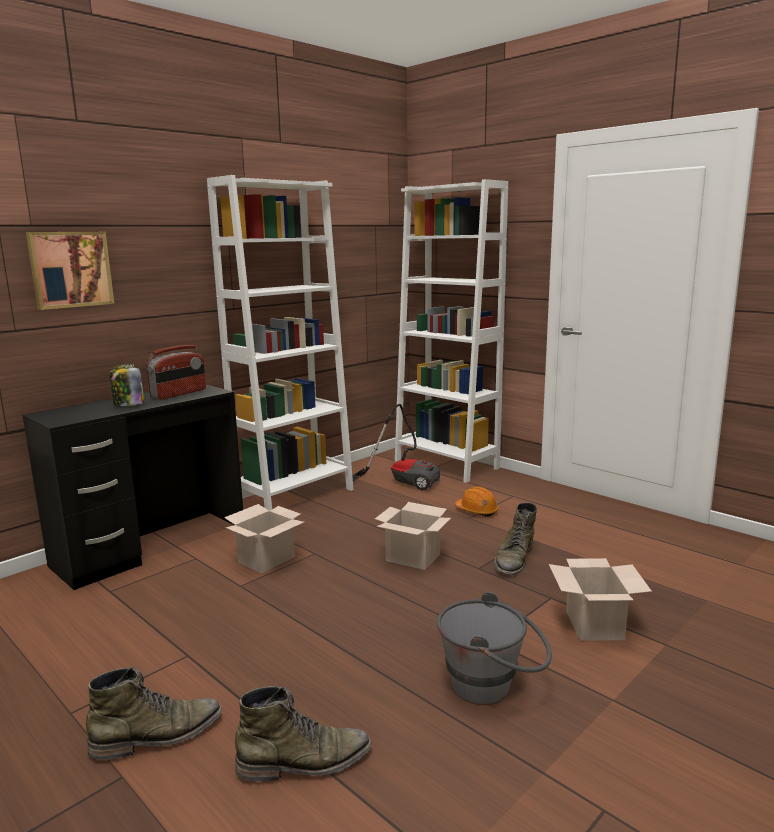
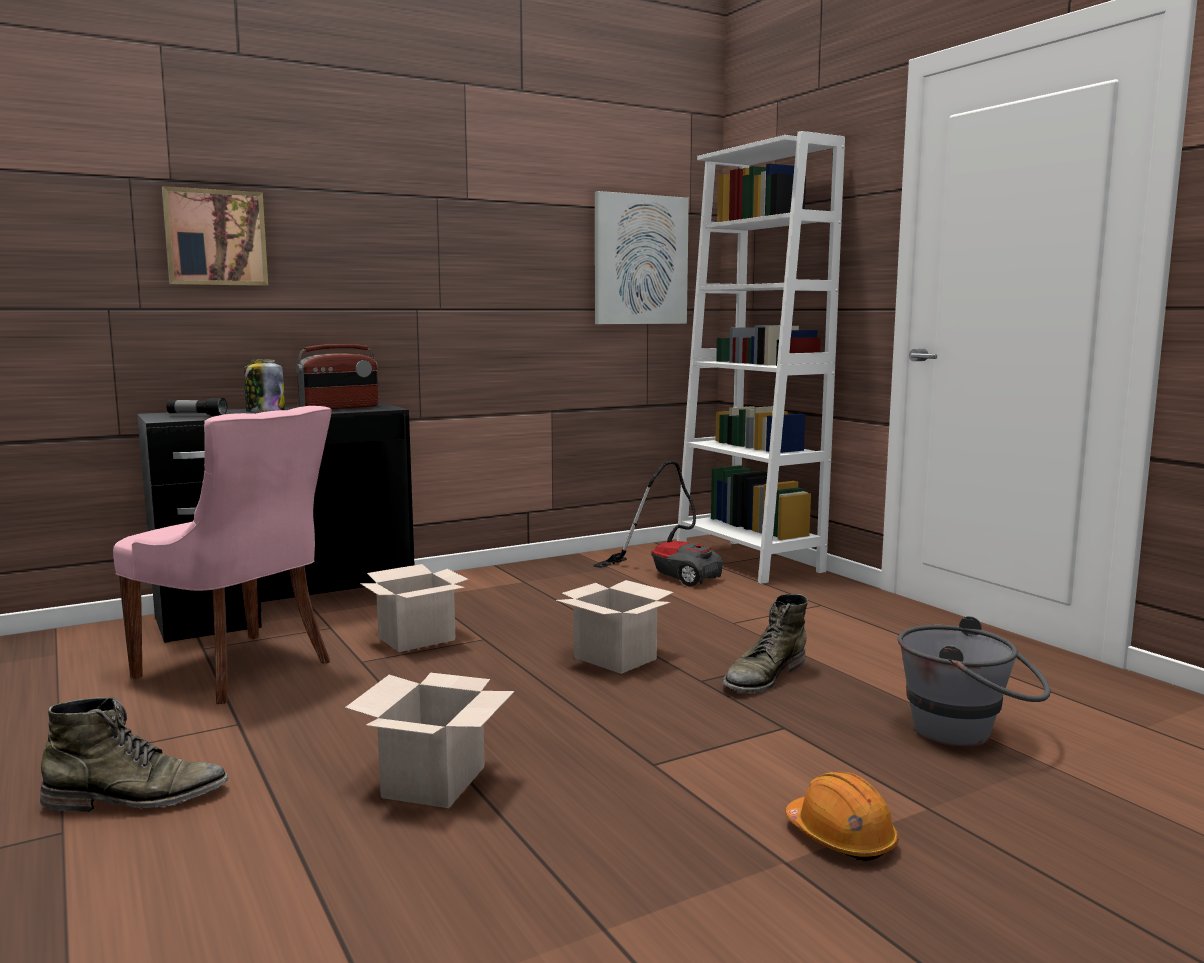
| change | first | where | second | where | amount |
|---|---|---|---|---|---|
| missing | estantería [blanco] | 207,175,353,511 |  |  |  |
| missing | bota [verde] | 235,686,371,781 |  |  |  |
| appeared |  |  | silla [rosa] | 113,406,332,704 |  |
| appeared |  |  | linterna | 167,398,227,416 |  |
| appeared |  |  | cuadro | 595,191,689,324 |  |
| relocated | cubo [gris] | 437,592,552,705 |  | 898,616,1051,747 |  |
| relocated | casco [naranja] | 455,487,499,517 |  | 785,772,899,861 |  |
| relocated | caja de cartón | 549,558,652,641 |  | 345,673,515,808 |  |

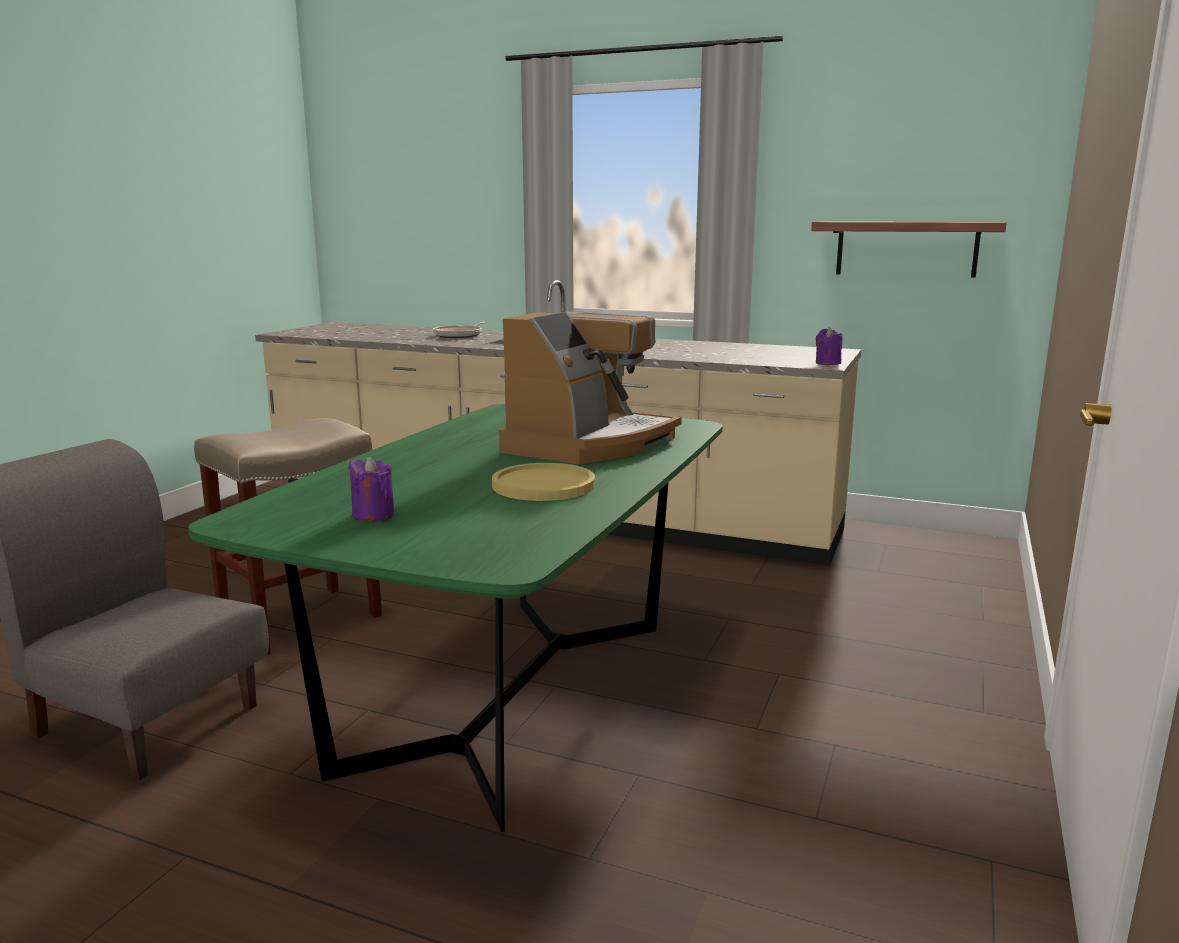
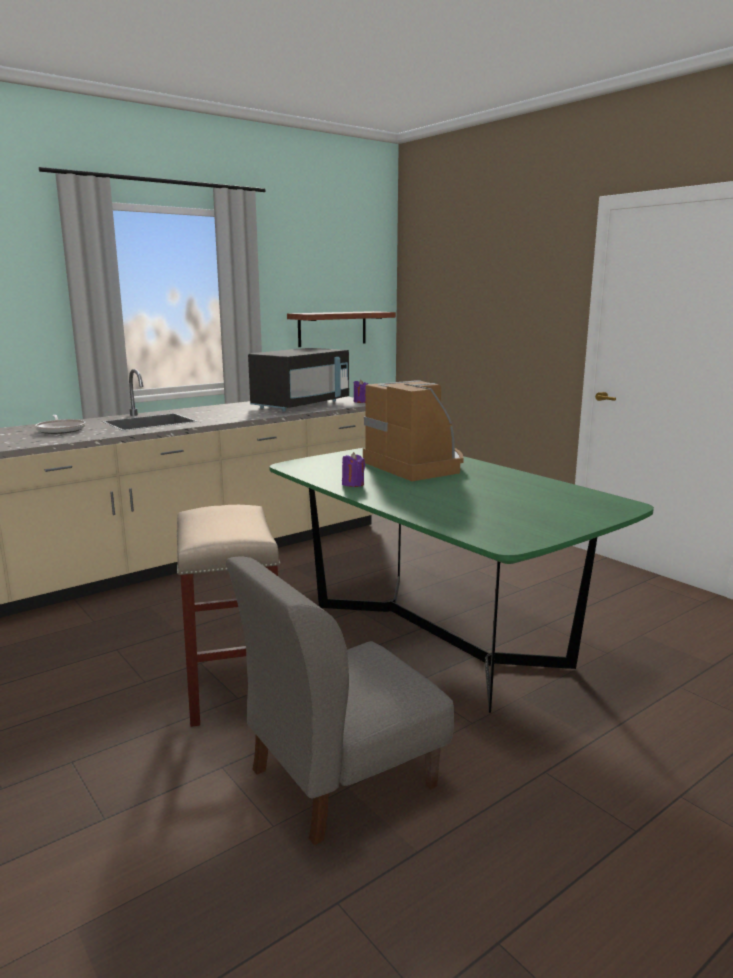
| change | first | where | second | where | amount |
|---|---|---|---|---|---|
| missing | plato [amarillo] | 492,463,595,501 |  |  |  |
| appeared |  |  | microondas [negro] | 248,348,349,412 |  |
| relocated | vela [morado] | 348,457,394,522 |  | 342,452,365,487 |  |

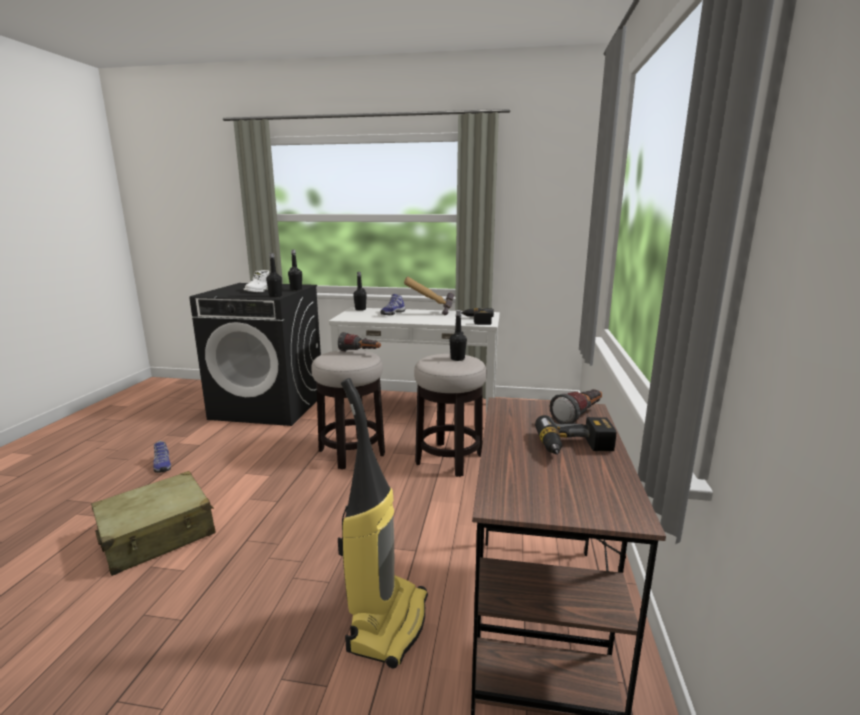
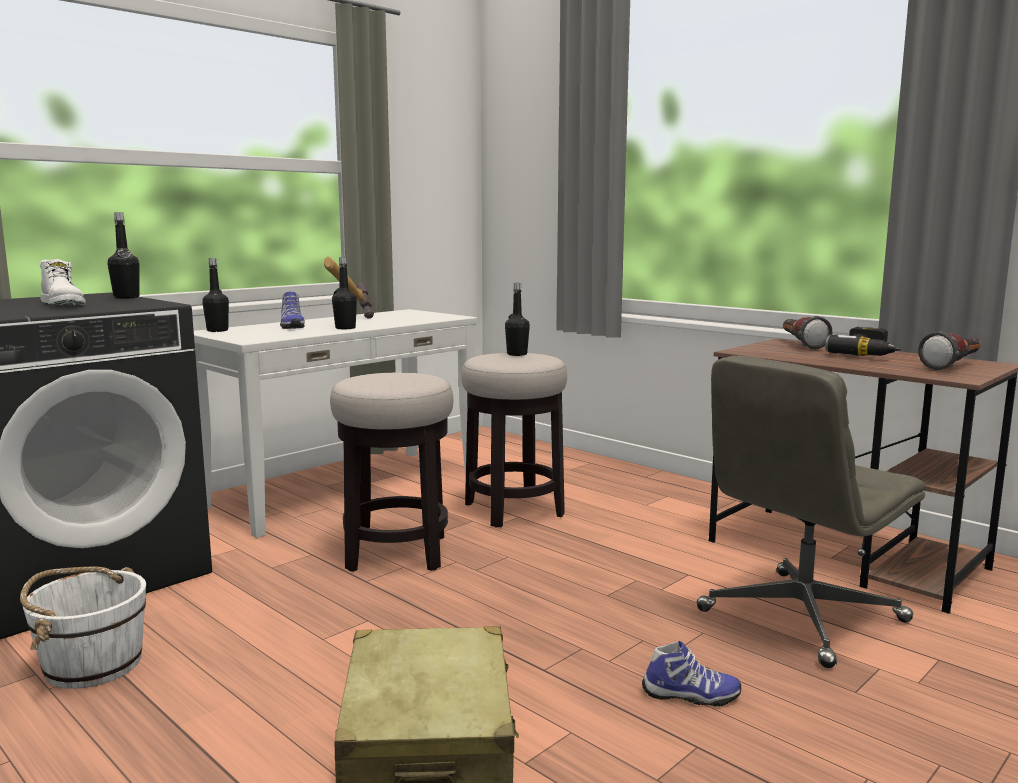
| change | first | where | second | where | amount |
|---|---|---|---|---|---|
| missing | taladro | 461,308,494,325 |  |  |  |
| appeared |  |  | cubo [blanco] | 20,567,146,689 |  |
| relocated | zapato | 153,441,171,473 |  | 642,641,741,707 |  |
| relocated | botella [negro] | 266,253,282,298 |  | 332,257,357,329 |  |
| relocated | linterna | 338,332,381,352 |  | 918,331,981,371 |  |
| exchanged | aspiradora | 338,378,428,668 | silla de oficina [gris] | 696,356,925,668 |  |

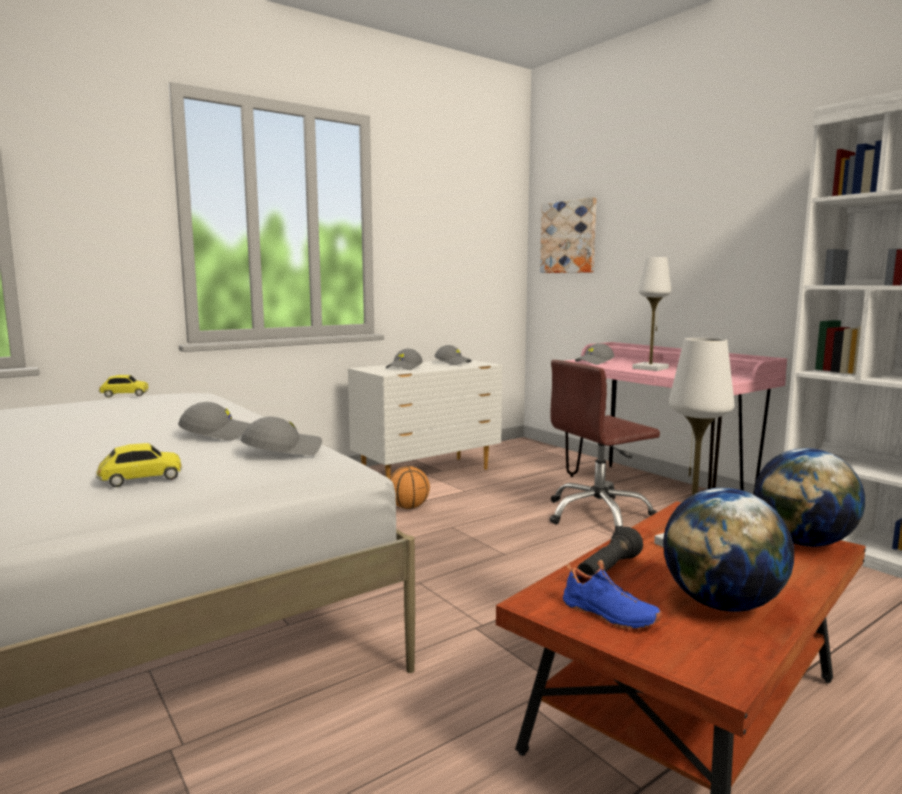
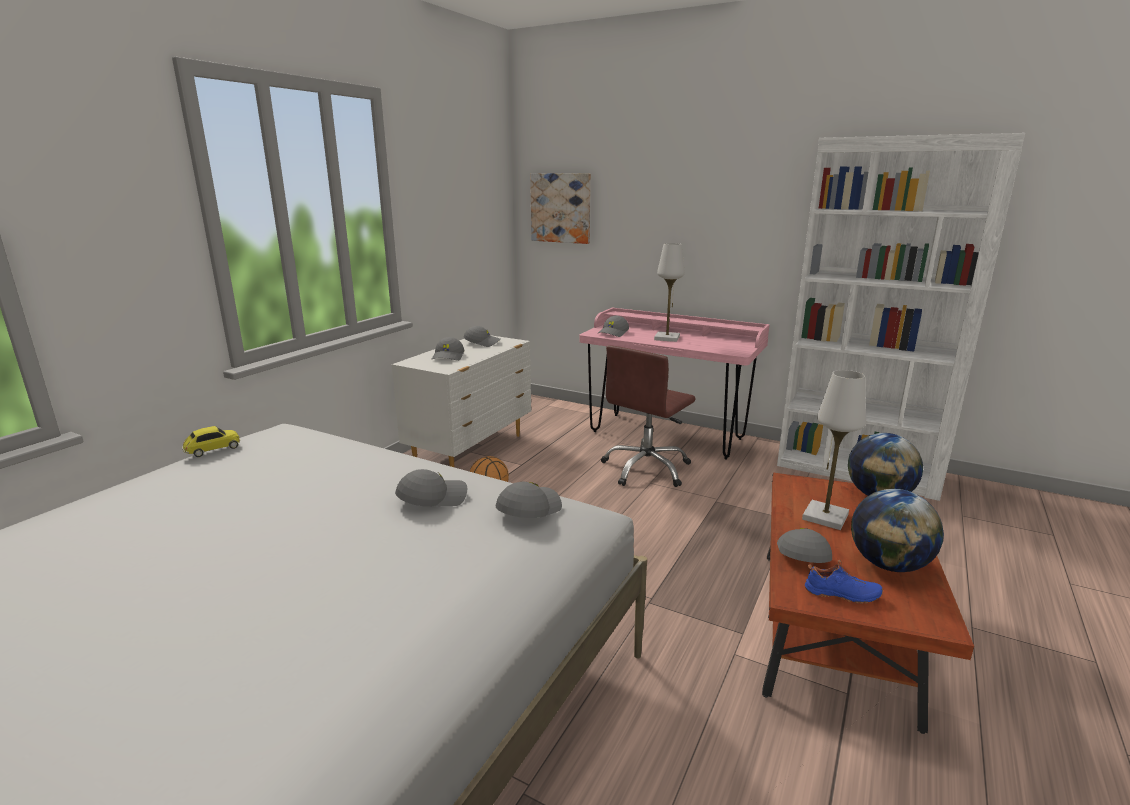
| change | first | where | second | where | amount |
|---|---|---|---|---|---|
| missing | coche de juguete | 95,443,182,487 |  |  |  |
| exchanged | linterna [negro] | 577,527,643,576 | gorra [gris] | 777,528,832,563 |  |

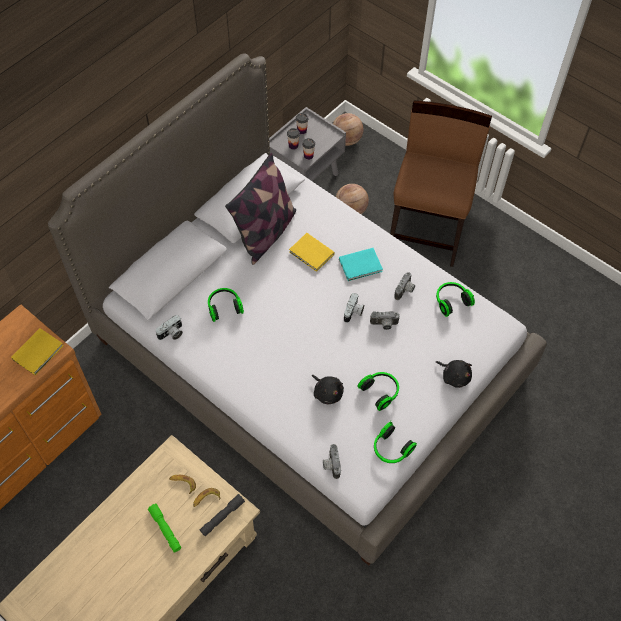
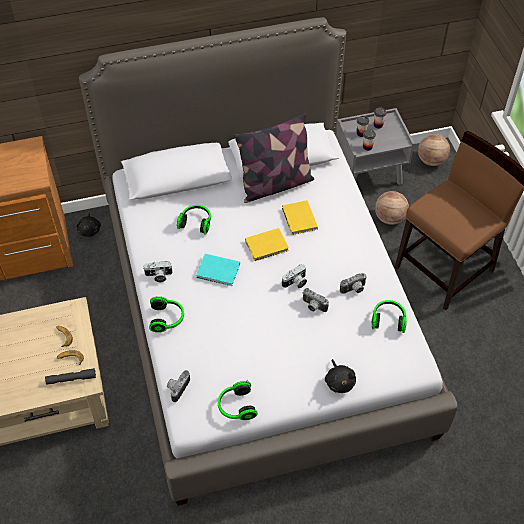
| change | first | where | second | where | amount |
|---|---|---|---|---|---|
| missing | linterna [verde] | 148,503,181,552 |  |  |  |
| relocated | libro [amarillo] | 11,328,64,375 |  | 245,228,289,261 |  |
| relocated | cámara | 156,315,183,340 |  | 143,261,173,282 |  |
| relocated | peluche [negro] | 312,374,344,405 |  | 76,213,101,237 |  |
| relocated | libro [turquesa] | 339,248,383,281 |  | 196,254,240,286 |  |
| relocated | auriculares | 357,372,399,411 |  | 149,296,184,333 |  |

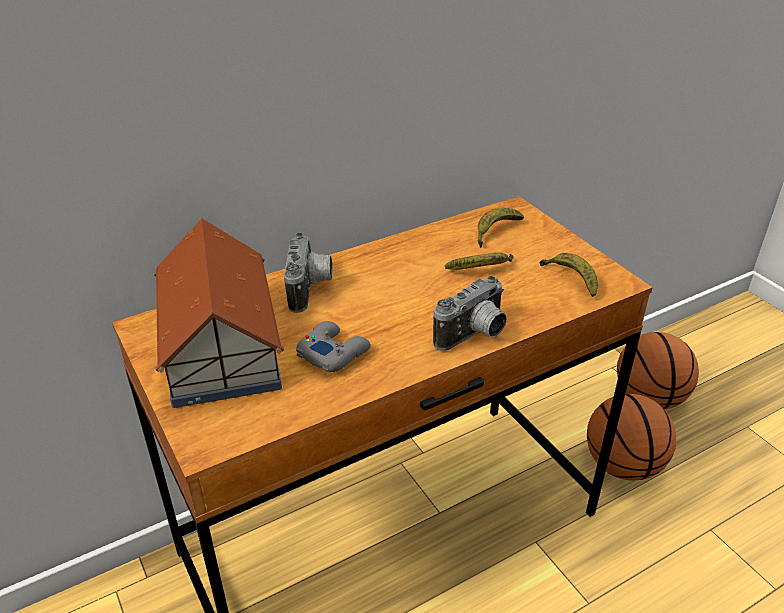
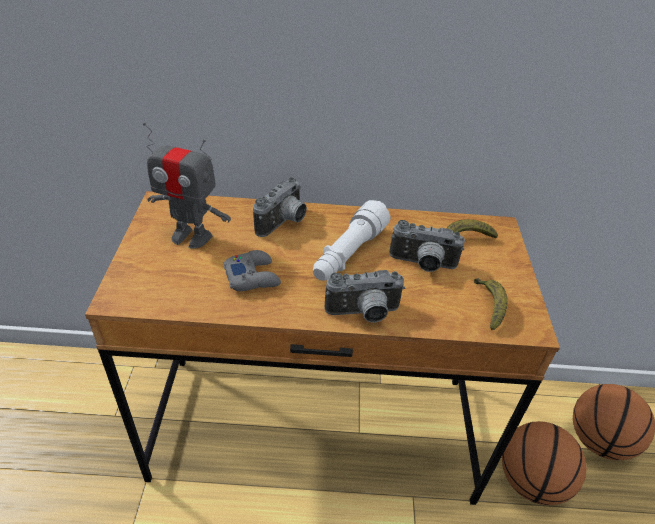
| change | first | where | second | where | amount |
|---|---|---|---|---|---|
| appeared |  |  | linterna [blanco] | 313,200,391,281 |  |
| exchanged | casita | 154,218,284,408 | robot de juguete | 143,123,231,249 |  |
| exchanged | plátano | 445,252,514,270 | cámara | 389,220,465,272 |  |

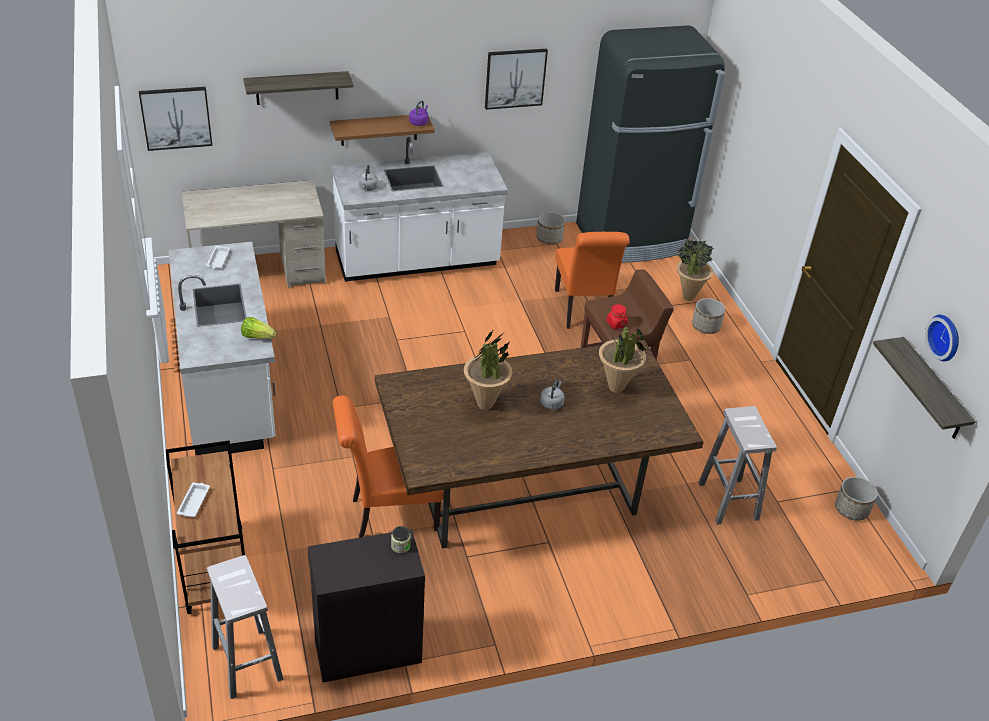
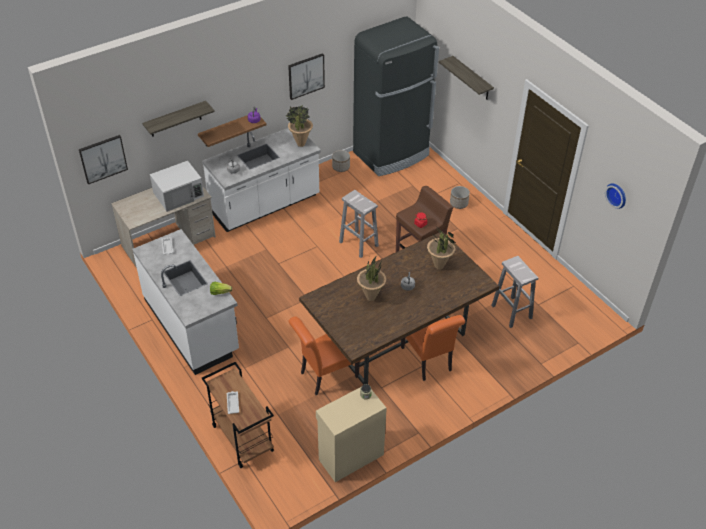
| change | first | where | second | where | amount |
|---|---|---|---|---|---|
| missing | maceta | 835,477,878,521 |  |  |  |
| appeared |  |  | microondas [blanco] | 150,161,204,212 |  |
| relocated | taburete [blanco] | 207,555,284,699 |  | 339,190,379,258 |  |
| relocated | silla [naranja] | 555,232,629,329 |  | 401,315,465,381 |  |
| relocated | planta en maceta | 677,238,714,301 |  | 286,105,313,147 |  |
| relocated | estante | 873,337,976,439 |  | 439,56,494,100 |  |
| colour | armario [negro] | 308,529,425,682 | armario [beis] | 316,387,387,482 |  |

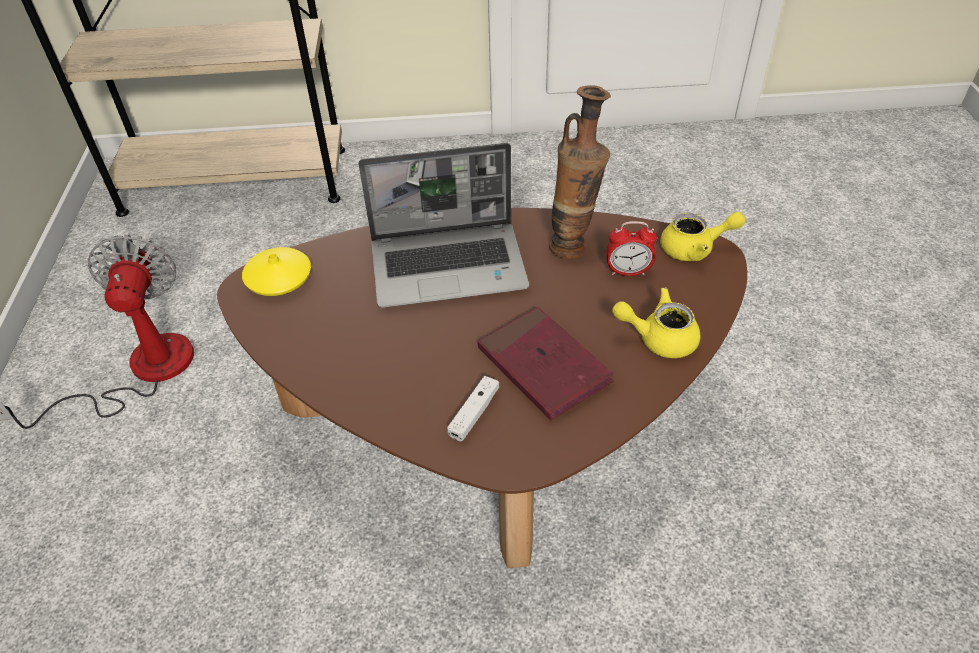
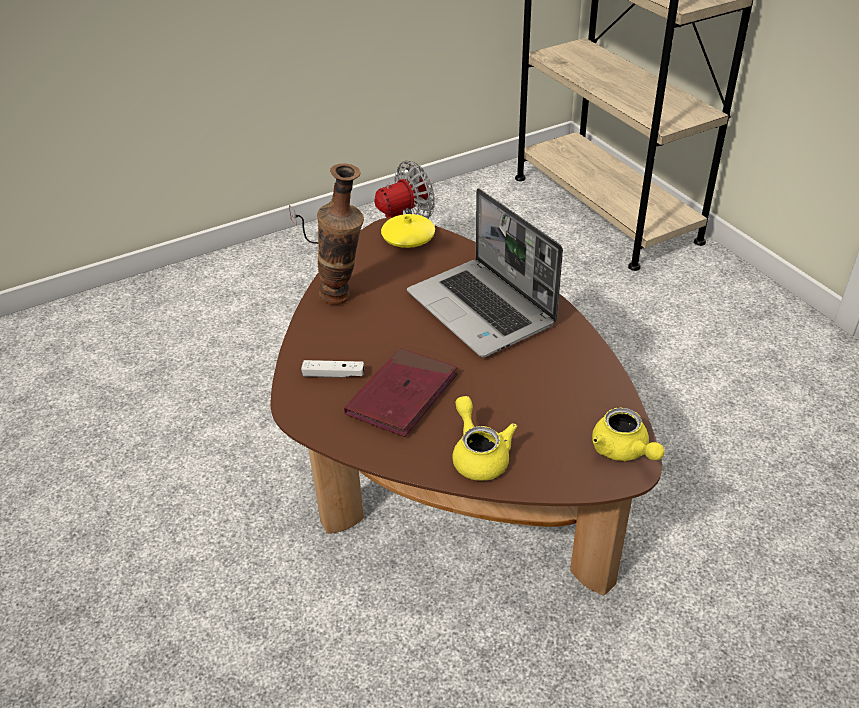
| change | first | where | second | where | amount |
|---|---|---|---|---|---|
| missing | despertador | 606,221,657,276 |  |  |  |
| relocated | florero | 549,85,611,259 |  | 317,164,364,305 |  |

